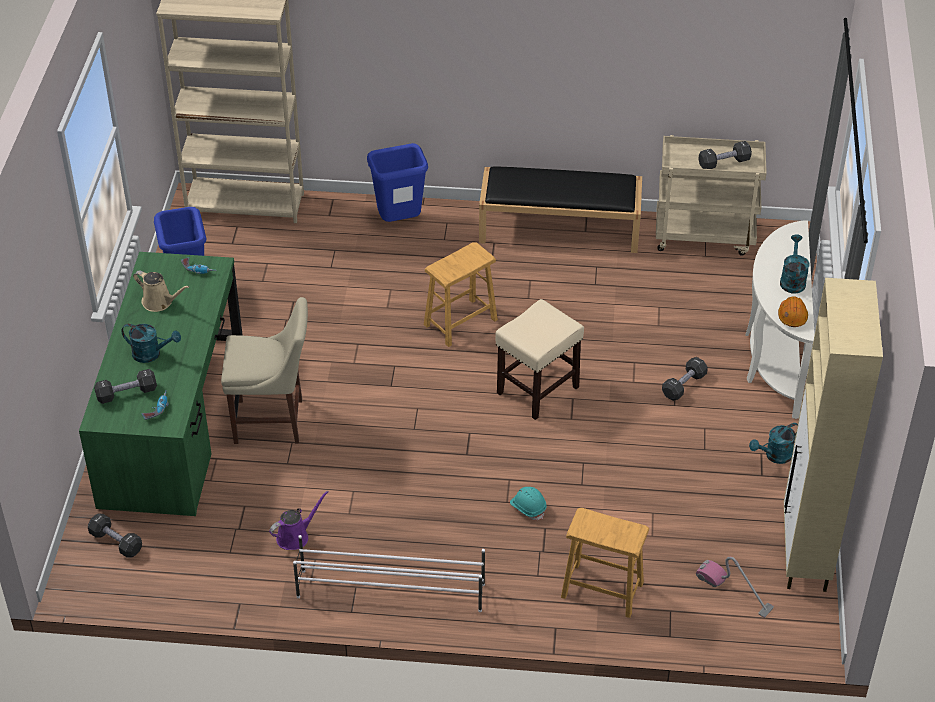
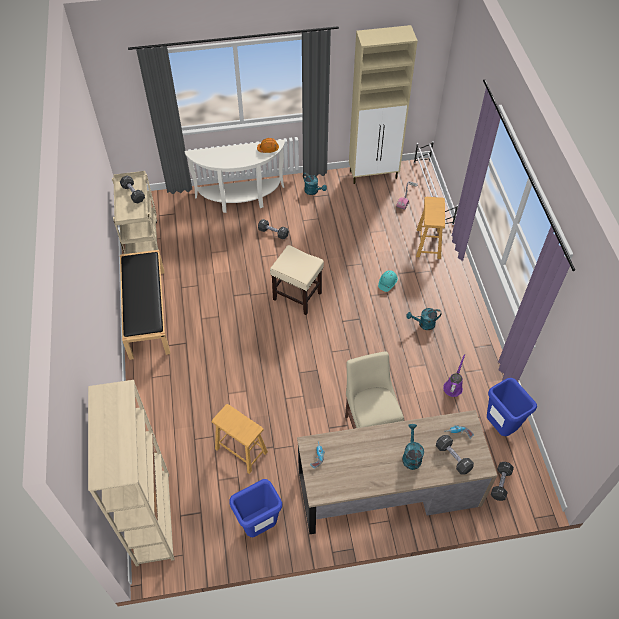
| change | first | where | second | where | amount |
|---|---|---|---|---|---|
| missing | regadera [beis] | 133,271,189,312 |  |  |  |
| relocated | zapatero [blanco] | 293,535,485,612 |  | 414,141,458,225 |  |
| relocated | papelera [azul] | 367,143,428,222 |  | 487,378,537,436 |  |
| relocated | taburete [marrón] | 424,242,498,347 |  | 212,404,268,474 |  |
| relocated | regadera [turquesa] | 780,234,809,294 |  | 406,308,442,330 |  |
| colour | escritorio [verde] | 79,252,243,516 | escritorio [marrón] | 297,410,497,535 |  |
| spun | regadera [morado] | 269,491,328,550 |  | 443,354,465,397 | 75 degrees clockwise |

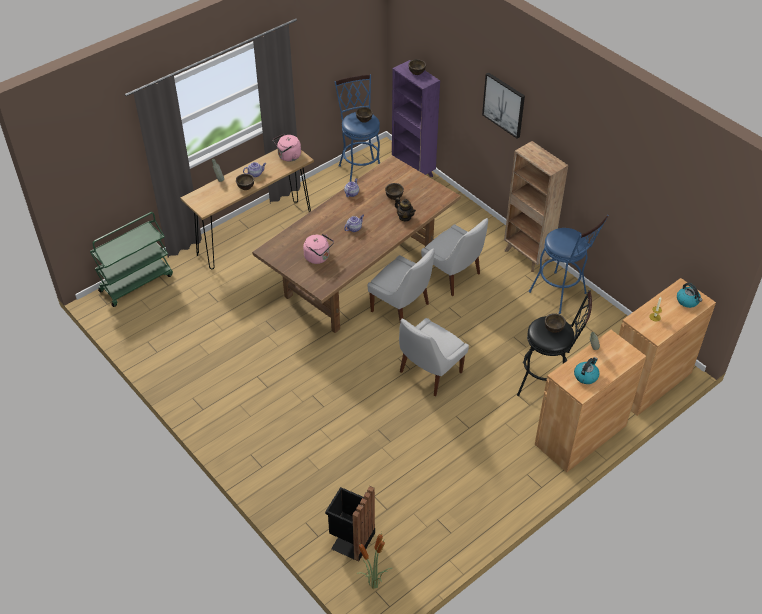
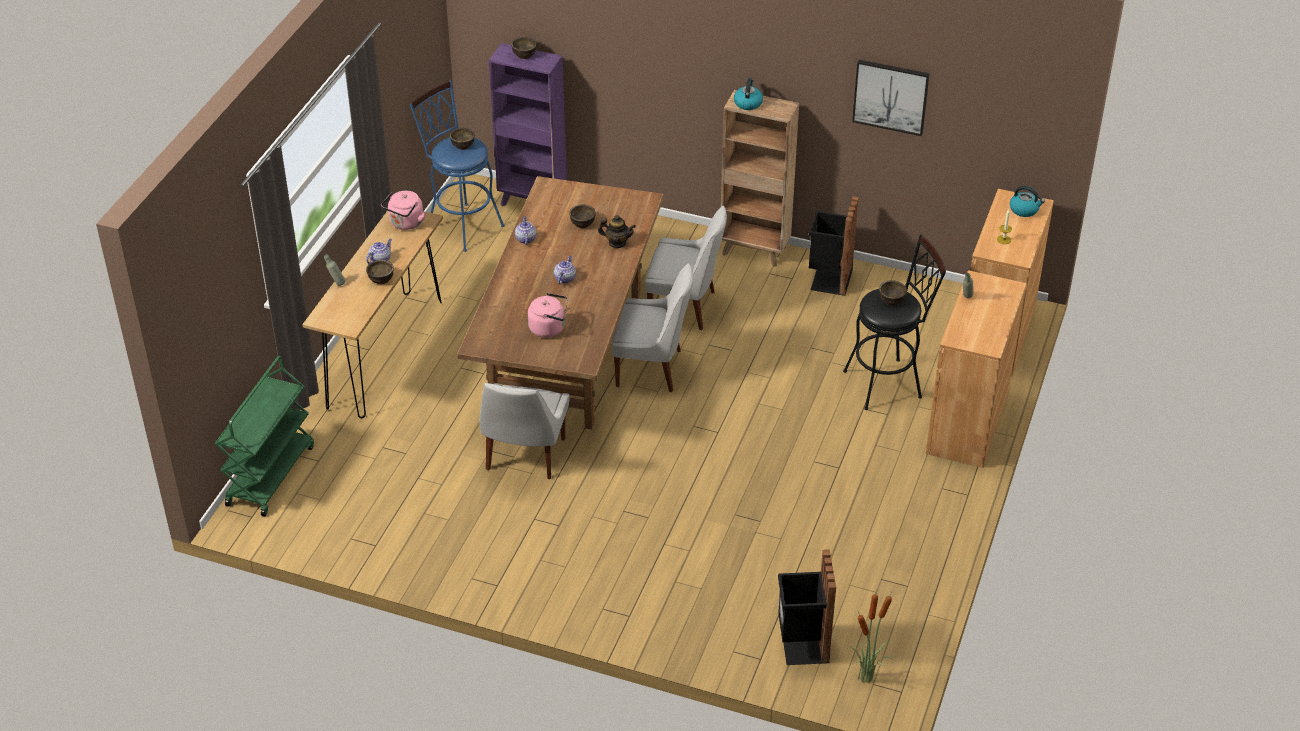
| change | first | where | second | where | amount |
|---|---|---|---|---|---|
| relocated | silla [blanco] | 399,318,469,396 |  | 479,383,570,479 |  |
| relocated | cuadro | 482,72,525,139 |  | 852,60,930,136 |  |
| relocated | hervidor | 574,357,600,384 |  | 734,78,763,110 |  |
| exchanged | taburete [azul] | 529,214,609,314 | papelera [negro] | 809,196,859,296 |  |

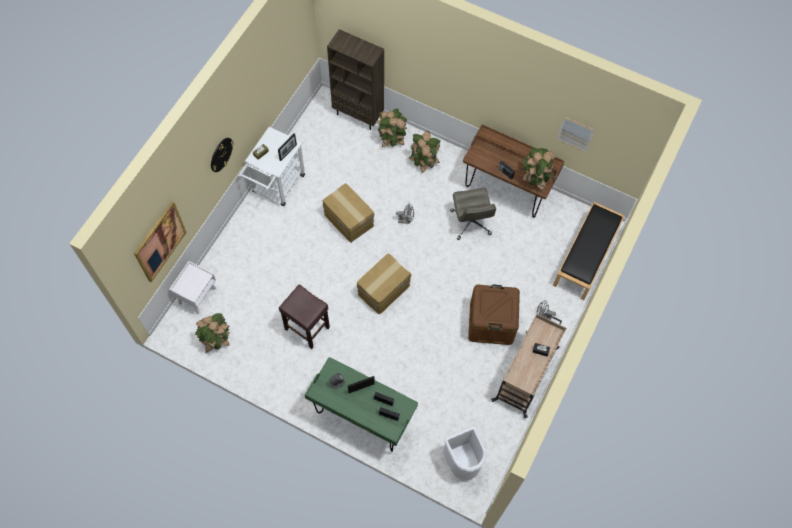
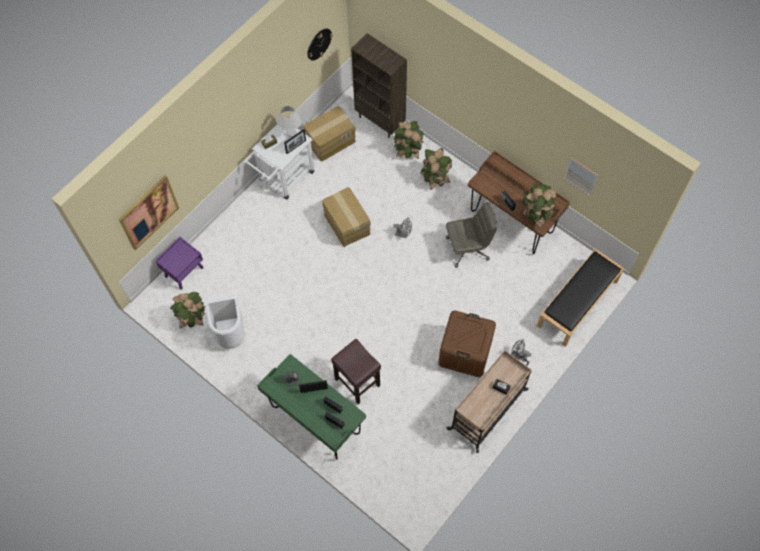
| change | first | where | second | where | amount |
|---|---|---|---|---|---|
| appeared |  |  | lámpara de mesa [blanco] | 277,106,301,137 |  |
| relocated | reloj de pared | 211,138,234,172 |  | 307,28,333,60 |  |
| relocated | taburete [marrón] | 279,285,330,349 |  | 331,339,381,404 |  |
| relocated | caja de cartón | 357,253,411,314 |  | 304,106,356,162 |  |
| relocated | papelera [blanco] | 443,427,486,480 |  | 206,296,245,349 |  |
| colour | mesita de noche [blanco] | 169,261,216,314 | mesita de noche [morado] | 155,237,203,290 |  |
| spun | silla de oficina [gris] | 450,188,496,240 |  | 446,202,497,268 | 105 degrees counterclockwise |

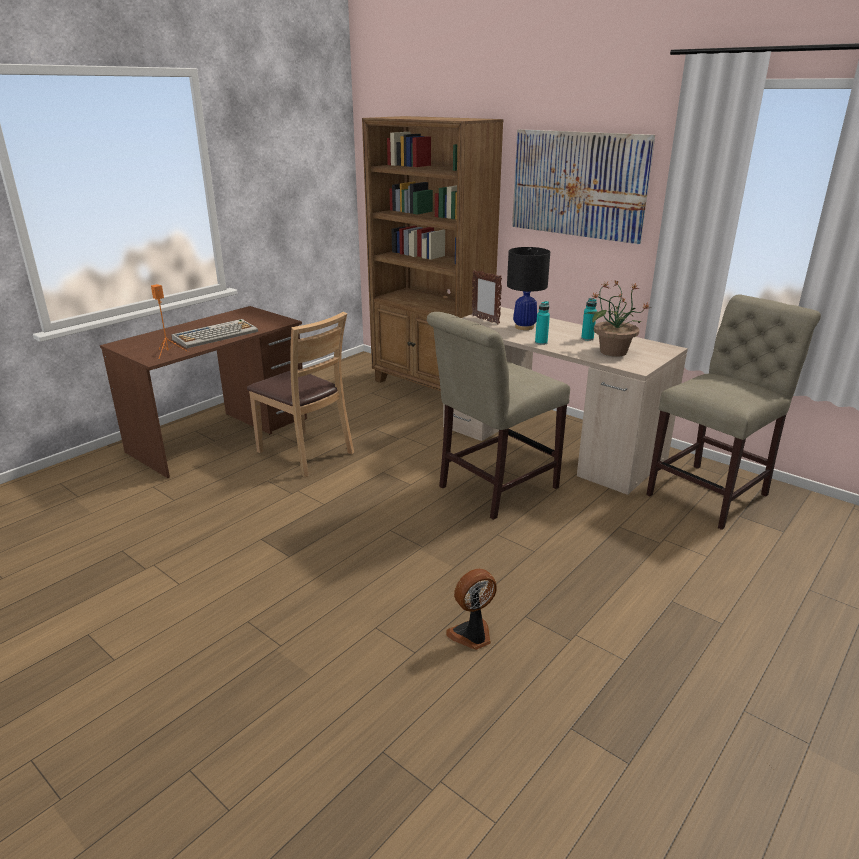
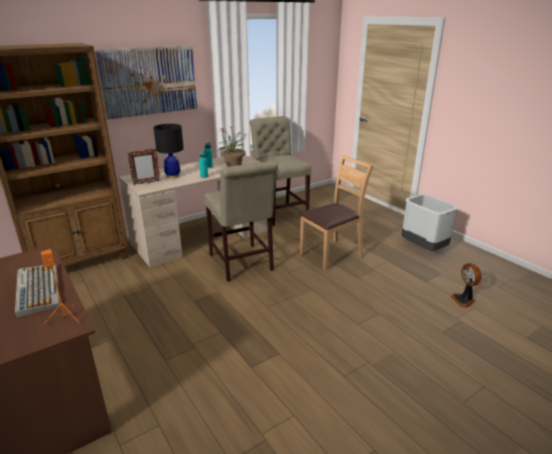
| change | first | where | second | where | amount |
|---|---|---|---|---|---|
| appeared |  |  | papelera [gris] | 402,194,459,251 |  |
| relocated | silla [marrón] | 247,312,354,478 |  | 300,155,374,271 |  |
| relocated | ventilador | 446,569,497,650 |  | 450,263,482,308 |  |

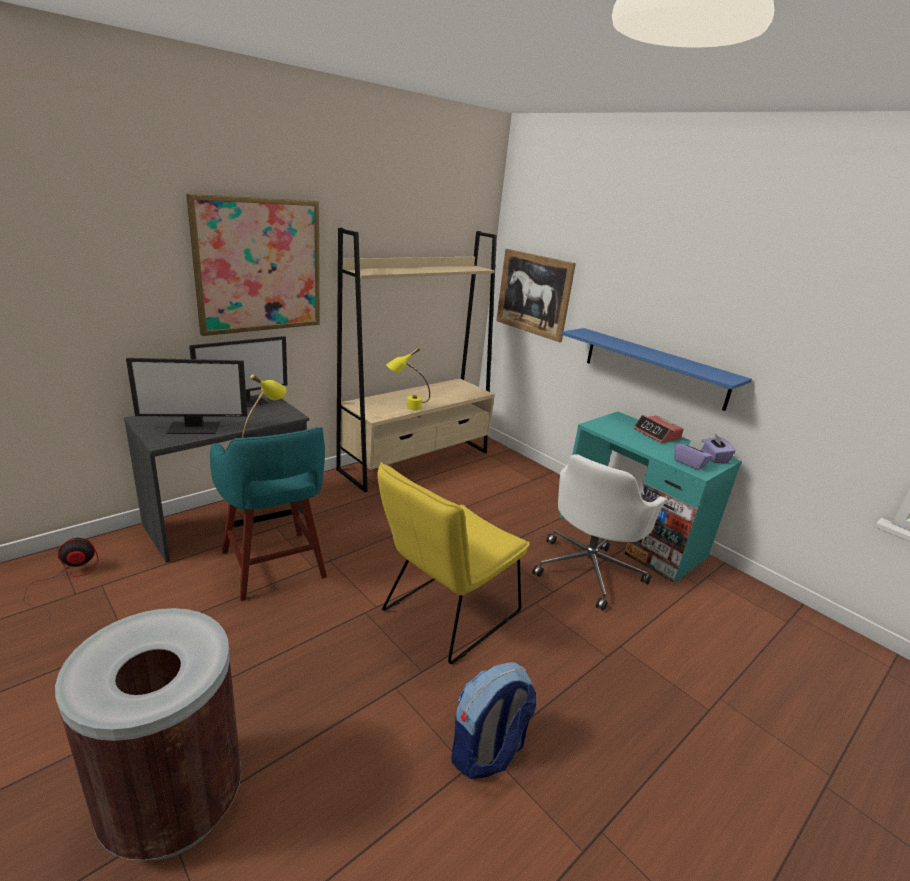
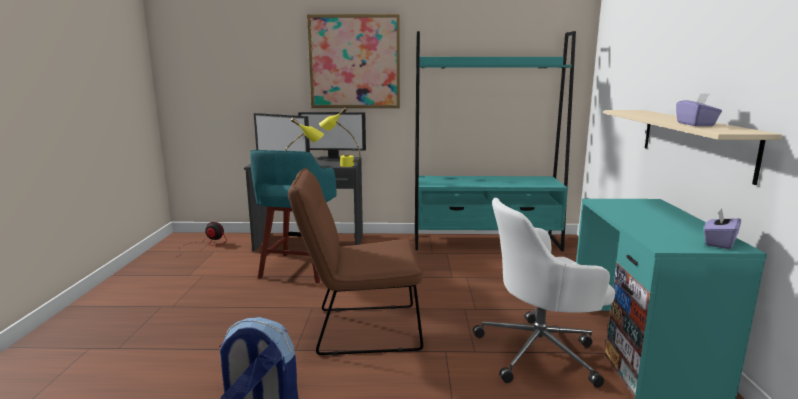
| change | first | where | second | where | amount |
|---|---|---|---|---|---|
| missing | papelera [marrón] | 55,608,241,861 |  |  |  |
| missing | cuadro | 496,249,576,342 |  |  |  |
| missing | despertador | 634,415,684,443 |  |  |  |
| relocated | lámpara de mesa [amarillo] | 386,347,430,410 |  | 319,108,361,167 |  |
| relocated | caja de pañuelos [morado] | 674,438,712,470 |  | 676,93,722,126 |  |
| colour | estantería [beis] | 336,228,497,492 | estantería [turquesa] | 415,31,576,251 |  |
| colour | silla [amarillo] | 377,462,530,664 | silla [marrón] | 288,168,424,356 |  |
| colour | estante [azul] | 561,328,752,411 | estante [beis] | 604,110,782,185 |  |

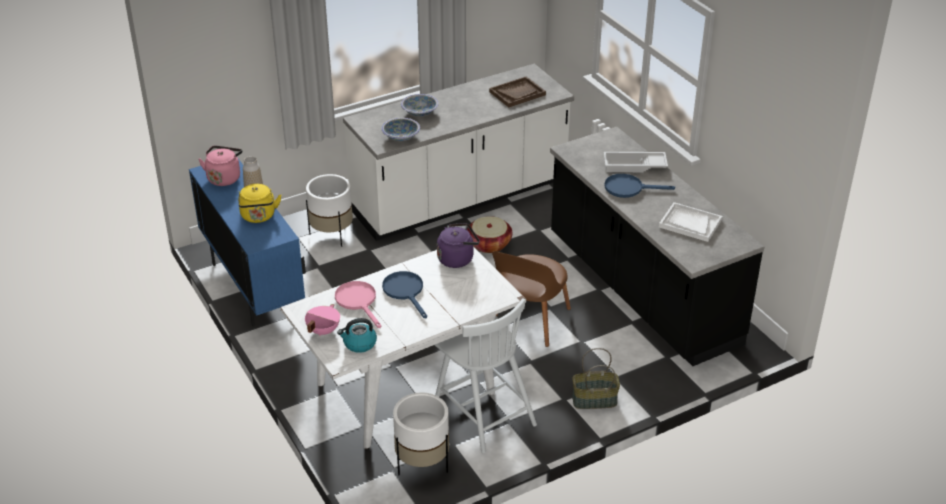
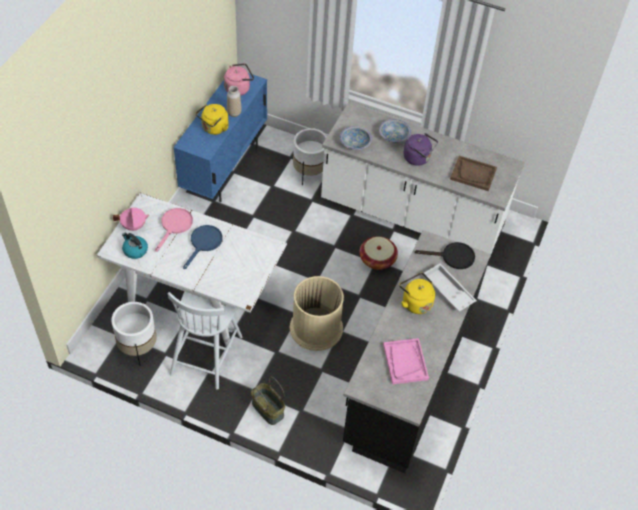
| change | first | where | second | where | amount |
|---|---|---|---|---|---|
| appeared |  |  | sartén [negro] | 415,242,475,269 |  |
| relocated | hervidor [morado] | 437,223,480,268 |  | 404,133,438,166 |  |
| exchanged | silla [marrón] | 492,251,571,347 | papelera [beis] | 290,276,344,351 |  |
| exchanged | sartén [azul] | 604,174,675,198 | hervidor [amarillo] | 399,273,435,314 |  |
| colour | bandeja [blanco] | 659,202,722,242 | bandeja [rosa] | 383,338,429,384 |  |

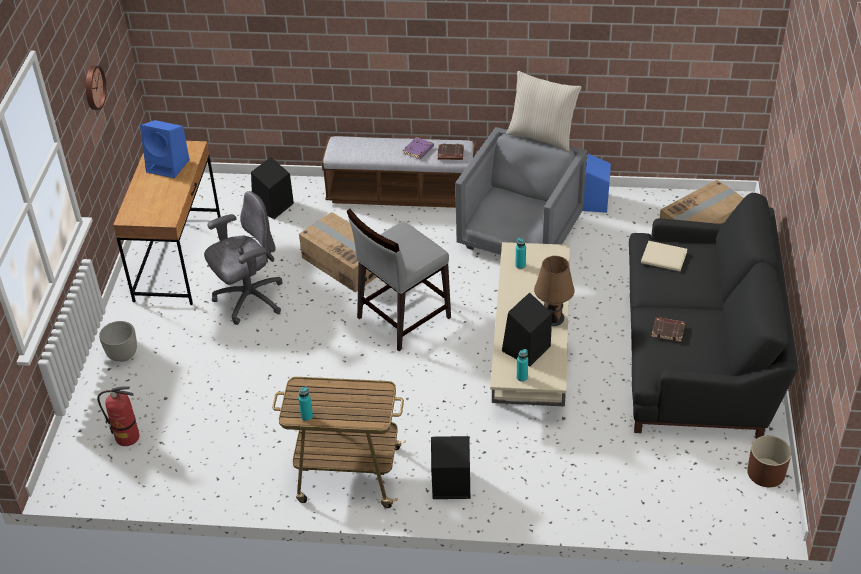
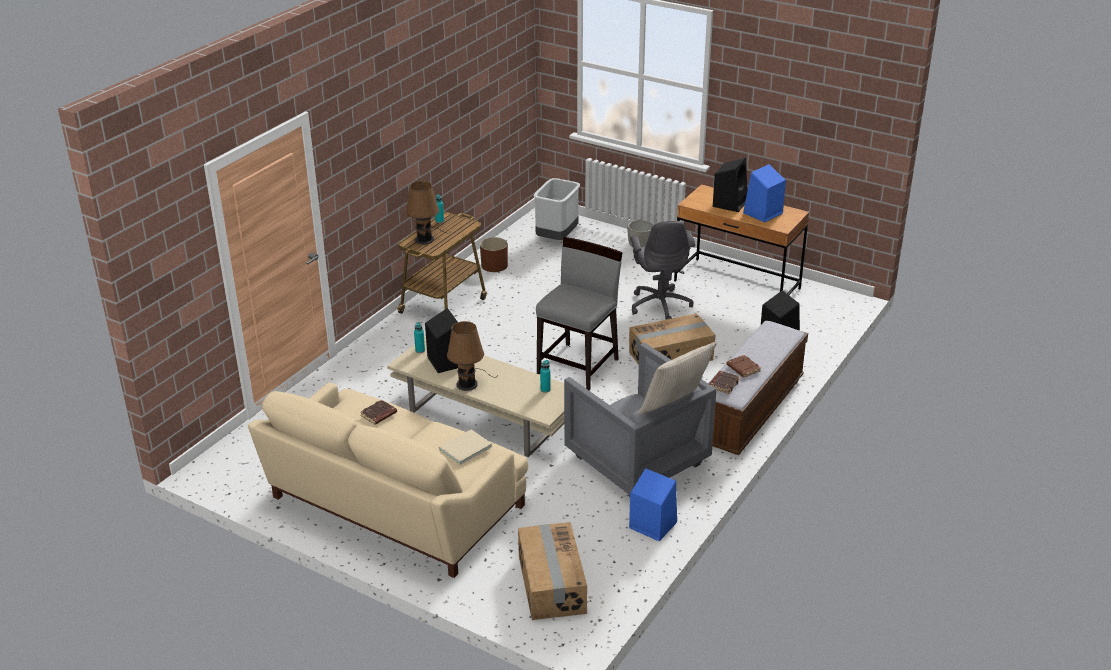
| change | first | where | second | where | amount |
|---|---|---|---|---|---|
| missing | reloj de pared | 86,66,106,110 |  |  |  |
| appeared |  |  | lámpara de mesa [marrón] | 406,181,446,244 |  |
| relocated | altavoz [negro] | 431,436,470,499 |  | 713,158,748,212 |  |
| relocated | maceta [marrón] | 747,435,791,487 |  | 480,237,508,272 |  |
| exchanged | extintor | 97,386,139,446 | papelera [gris] | 534,178,580,240 |  |
| colour | libro [morado] | 403,137,434,159 | libro [marrón] | 727,355,761,378 |  |
| colour | sofá [negro] | 629,193,798,439 | sofá [beis] | 248,383,528,578 |  |
| spun | silla [gris] | 347,209,451,351 |  | 536,237,623,390 | 45 degrees clockwise |

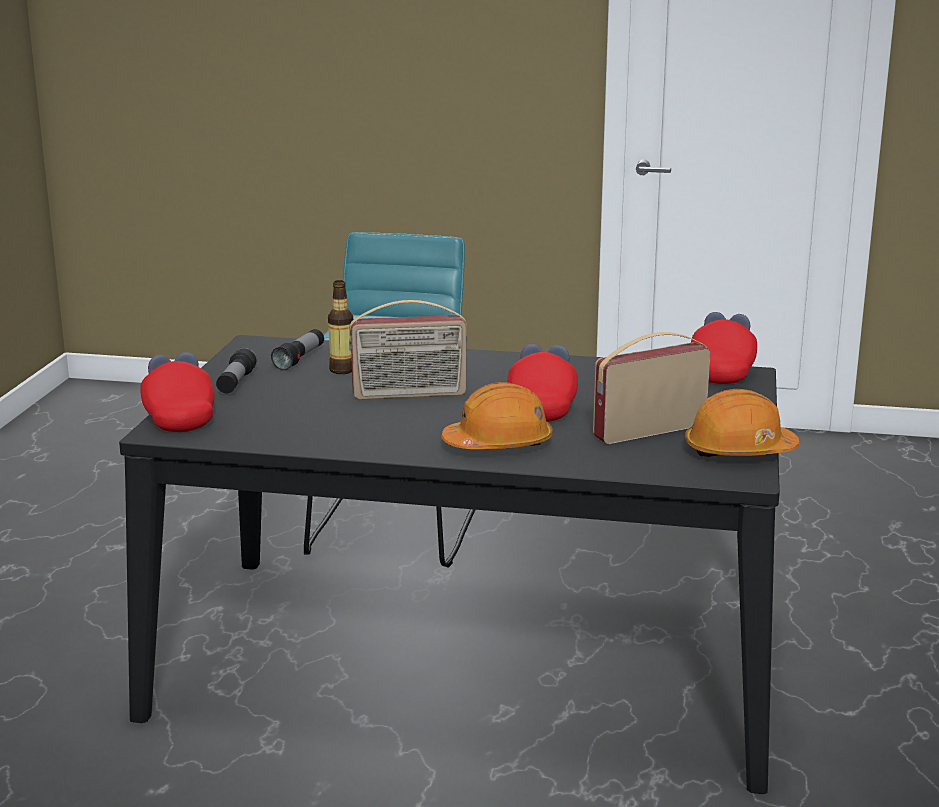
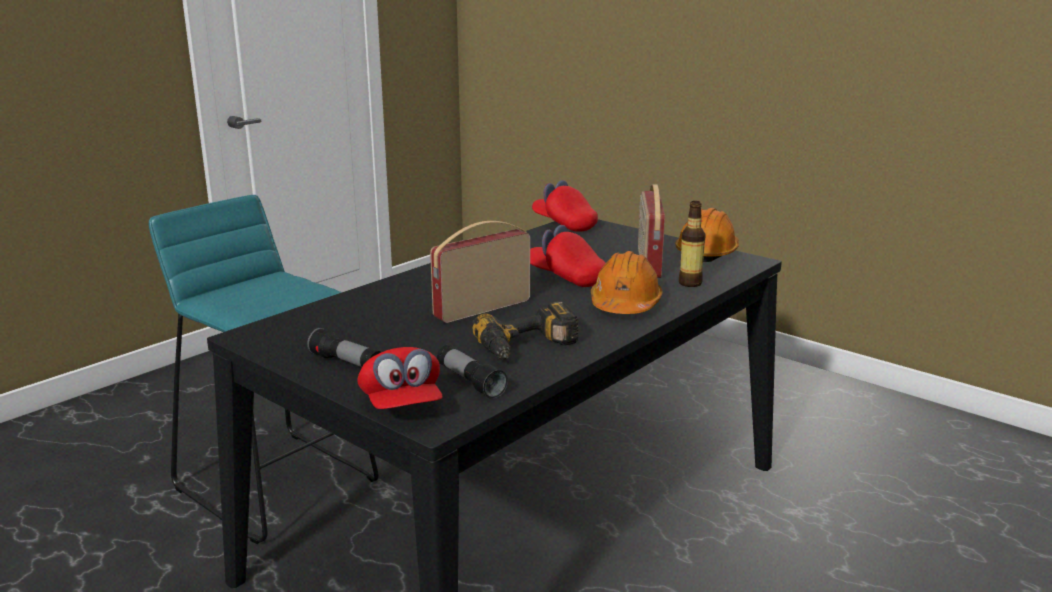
| change | first | where | second | where | amount |
|---|---|---|---|---|---|
| appeared |  |  | taladro | 472,301,578,360 |  |
| relocated | linterna | 271,329,324,371 |  | 437,345,508,399 |  |
| relocated | botella | 328,280,353,374 |  | 679,201,706,287 |  |
| spun | gorra [rojo] | 140,352,215,432 |  | 357,347,442,409 | 120 degrees counterclockwise |
| spun | radio | 349,300,468,400 |  | 430,221,530,323 | 150 degrees counterclockwise |

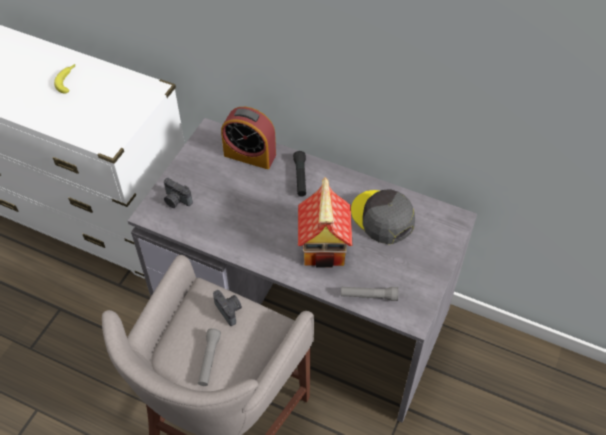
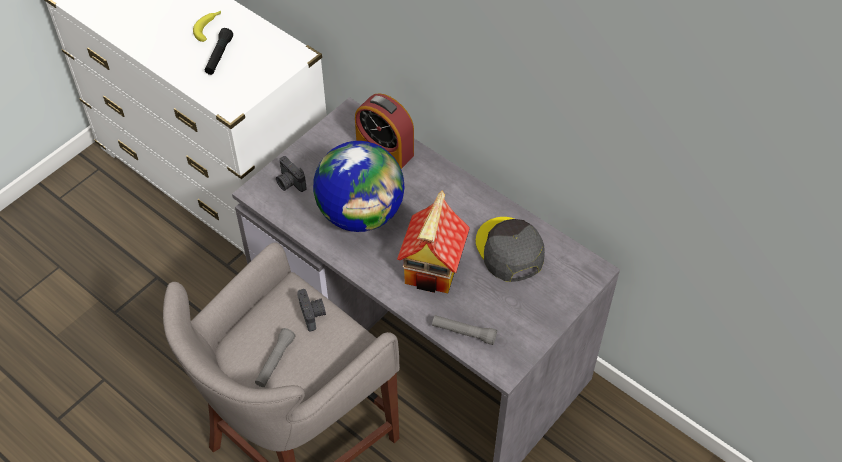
| change | first | where | second | where | amount |
|---|---|---|---|---|---|
| appeared |  |  | globo terráqueo | 313,141,405,232 |  |
| relocated | linterna [negro] | 293,151,306,197 |  | 204,28,233,75 |  |

